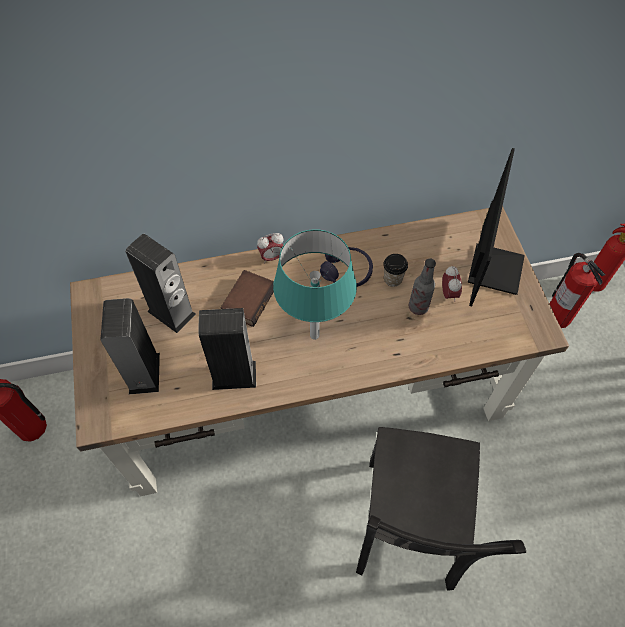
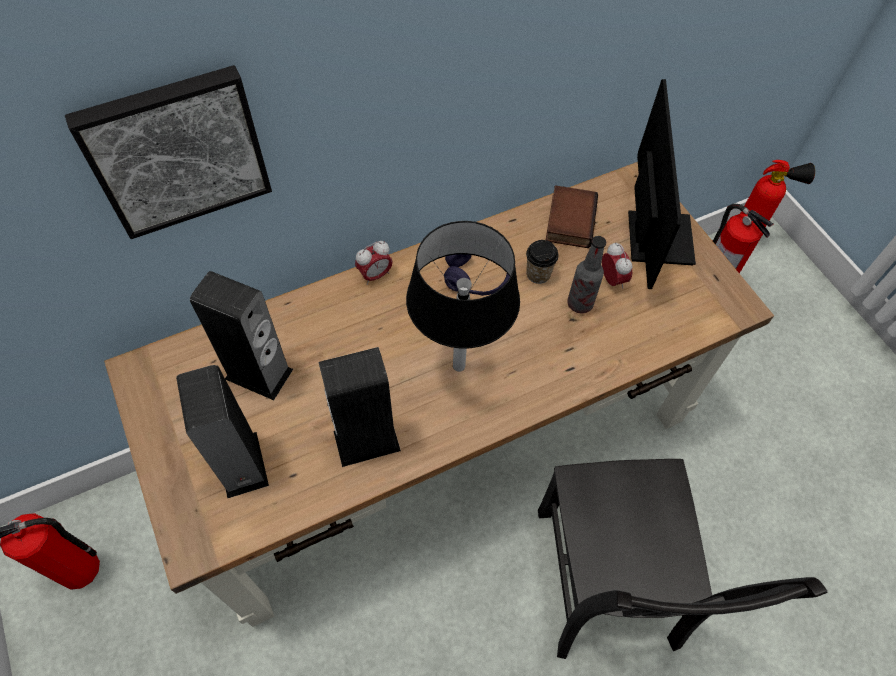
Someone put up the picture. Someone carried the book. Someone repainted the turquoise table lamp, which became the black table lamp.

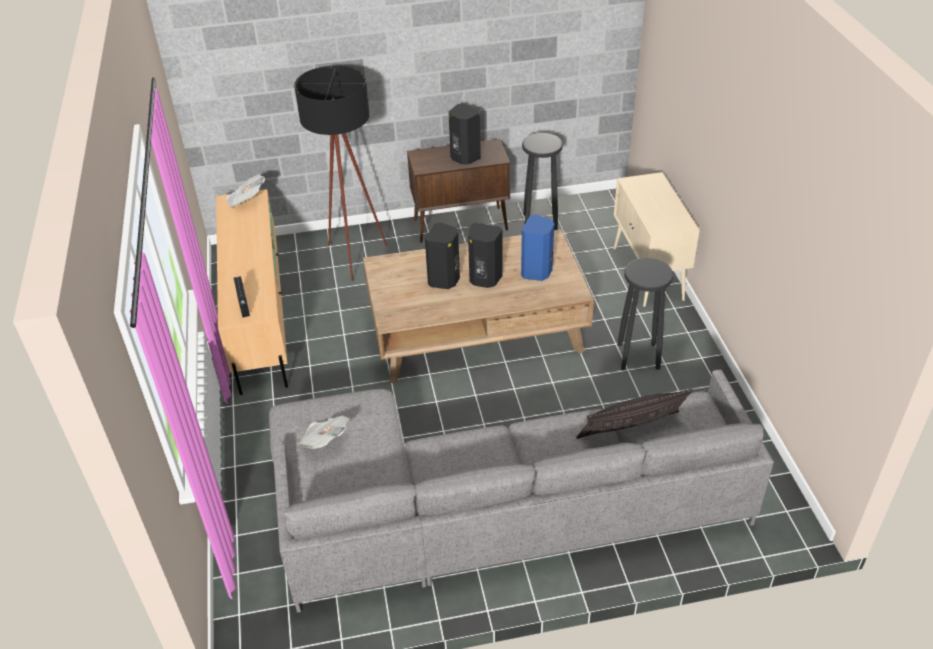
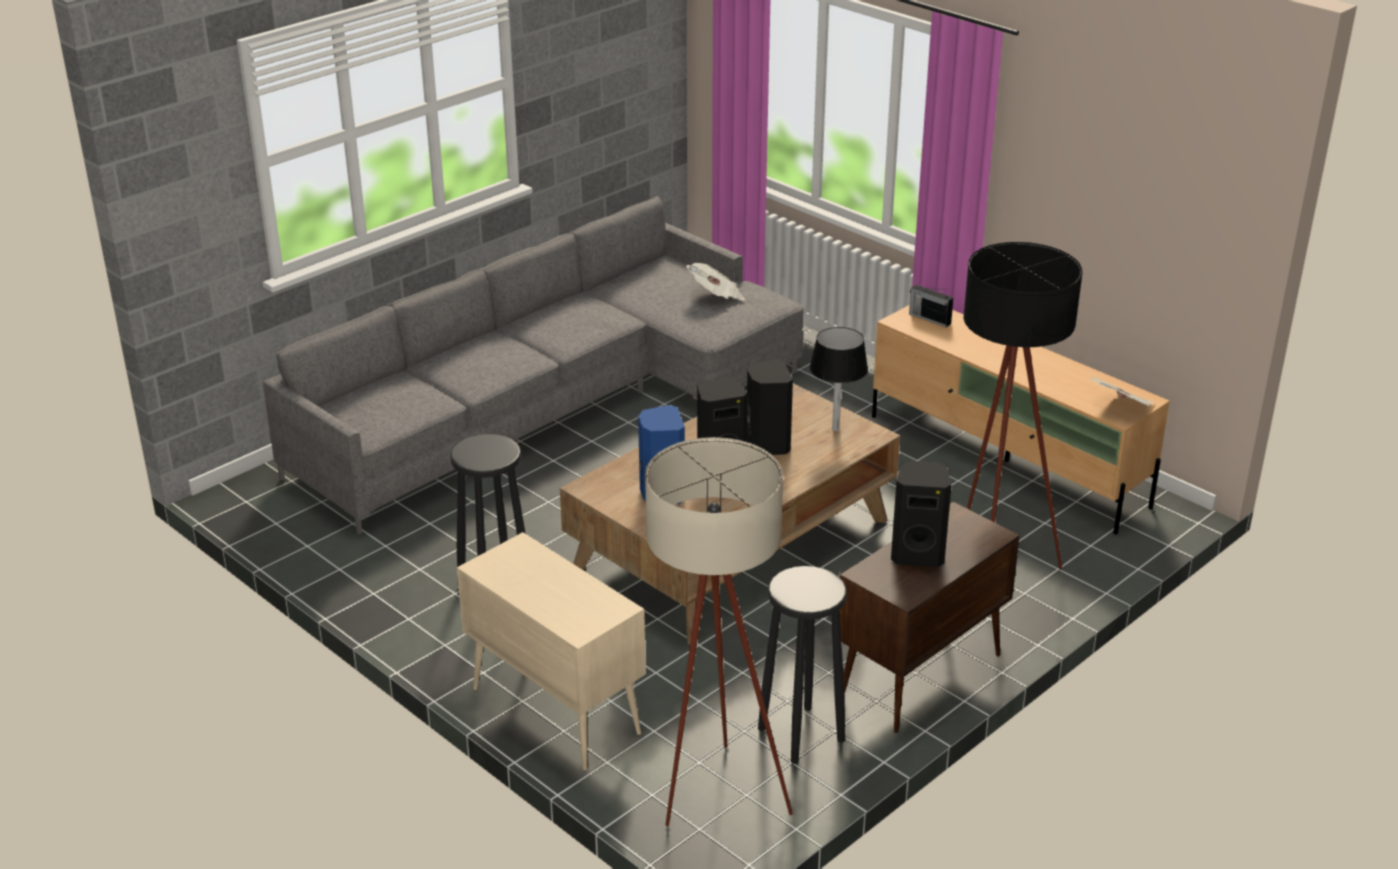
Someone took away the pillow. Someone put down the beige floor lamp. Someone put down the black table lamp.

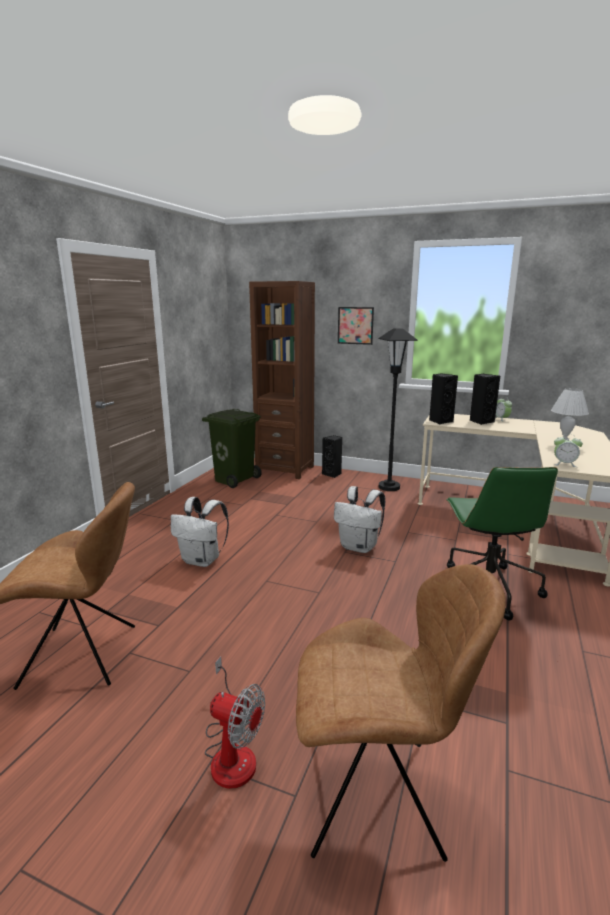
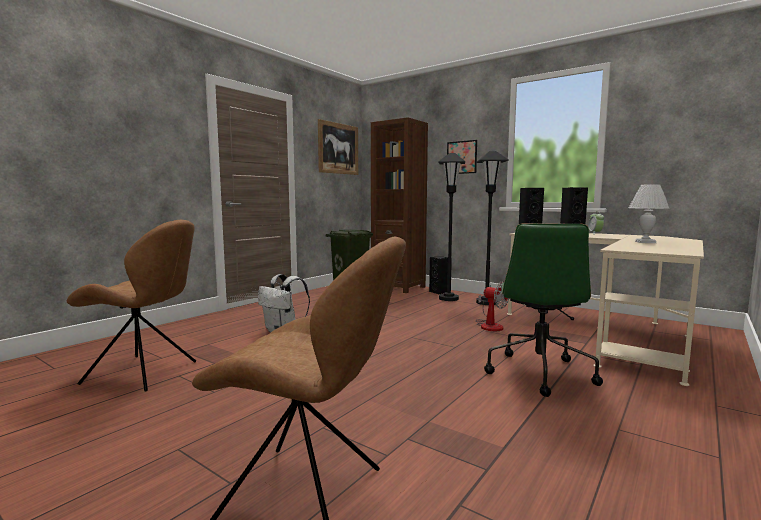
Someone took away the white backpack (2nd from left). Someone took away the alarm clock (2nd from left). Someone put up the picture (1st from left). Someone put down the black floor lamp (1st from left). Someone carried the fan.

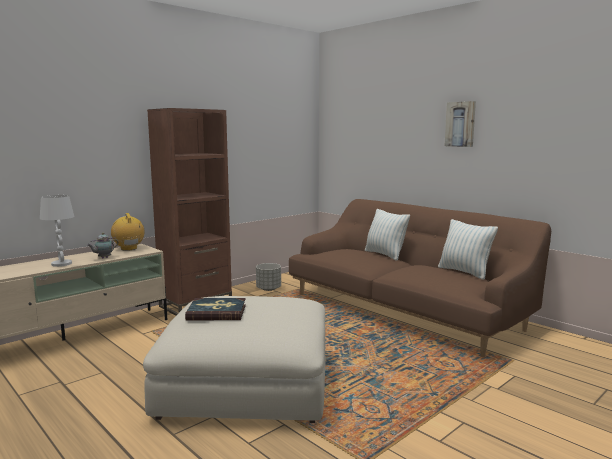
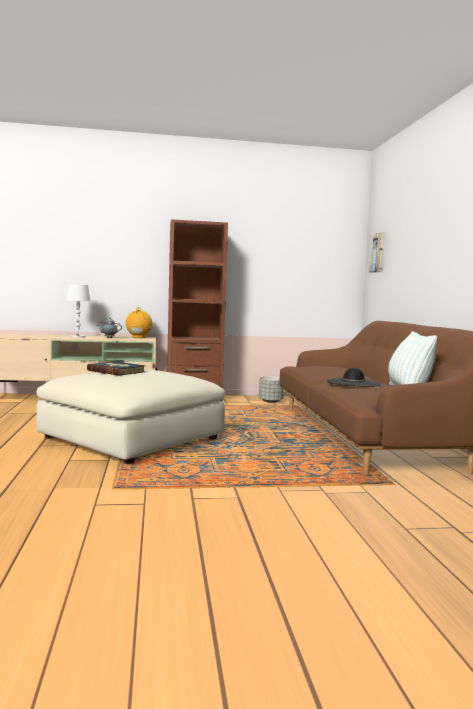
Someone took away the pillow (1st from left). Someone put down the black hat. Someone carried the picture.

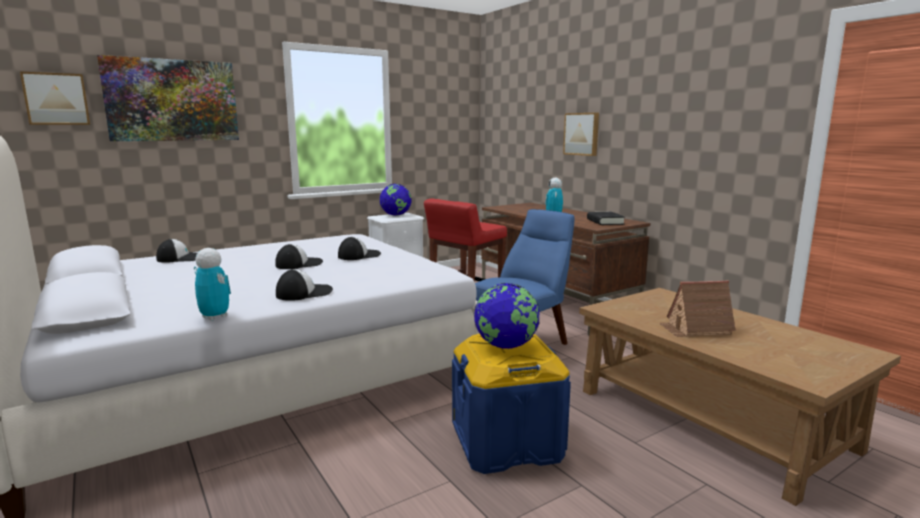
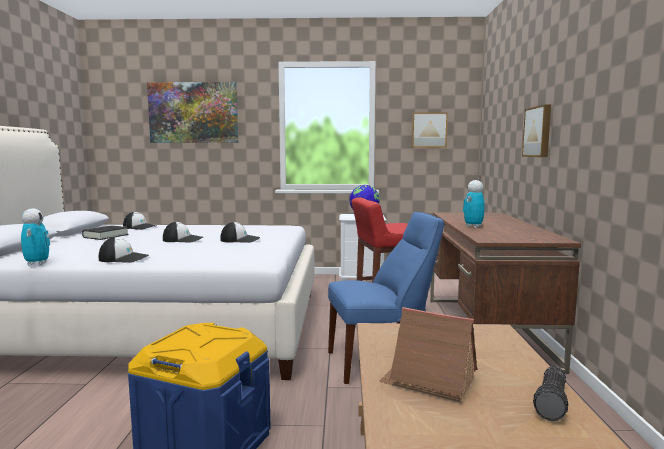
Someone took away the globe (2nd from left). Someone put down the flashlight. Someone carried the picture (1st from left in the first image). Someone carried the black book.

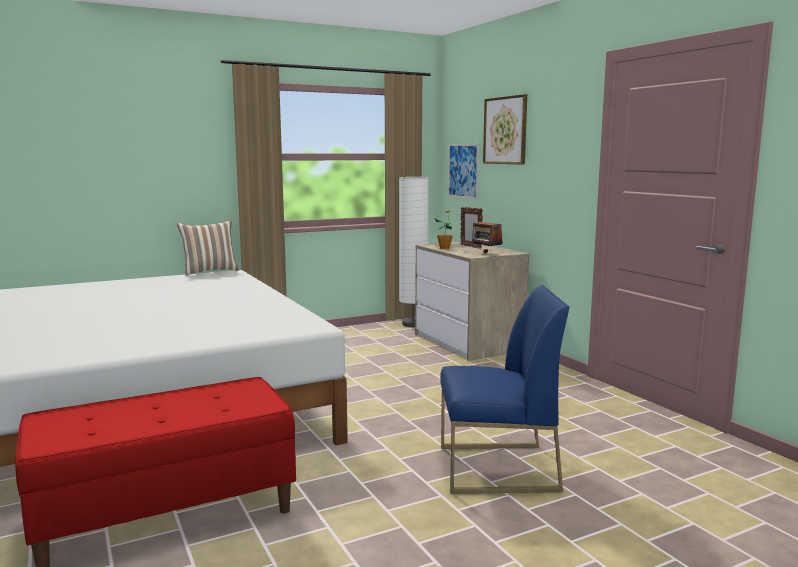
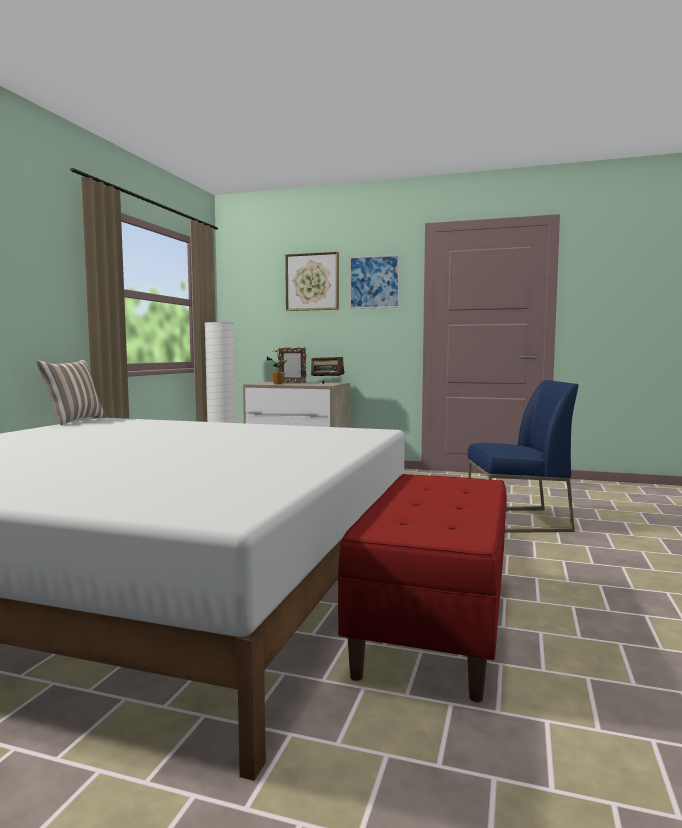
Someone carried the picture (1st from left in the first image). Someone rotated the blue chair by 45 degrees clockwise.

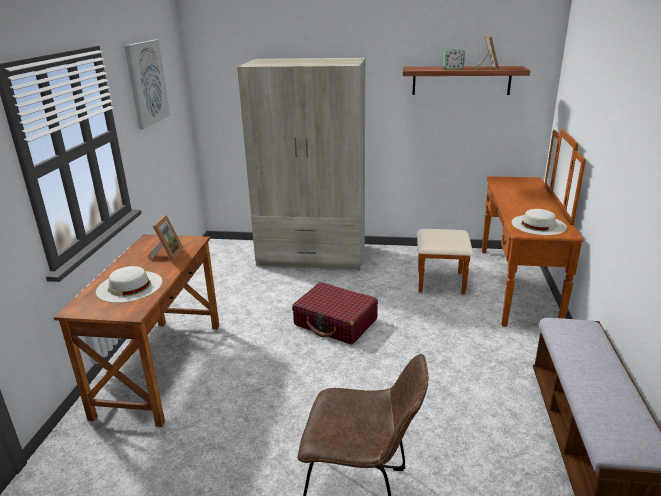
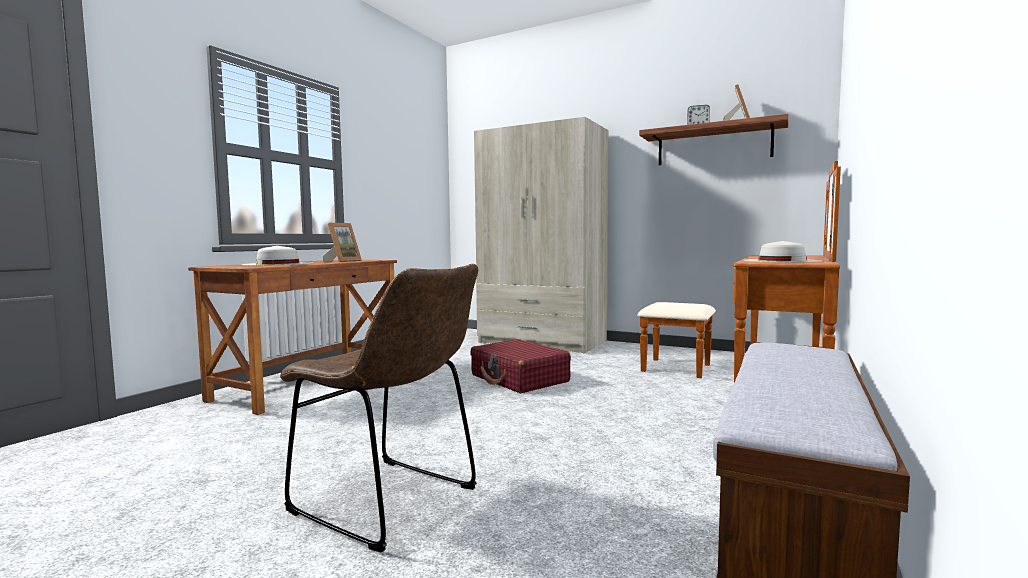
Someone took away the picture.

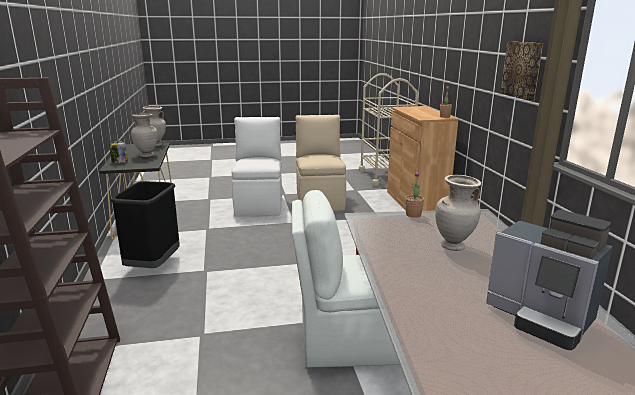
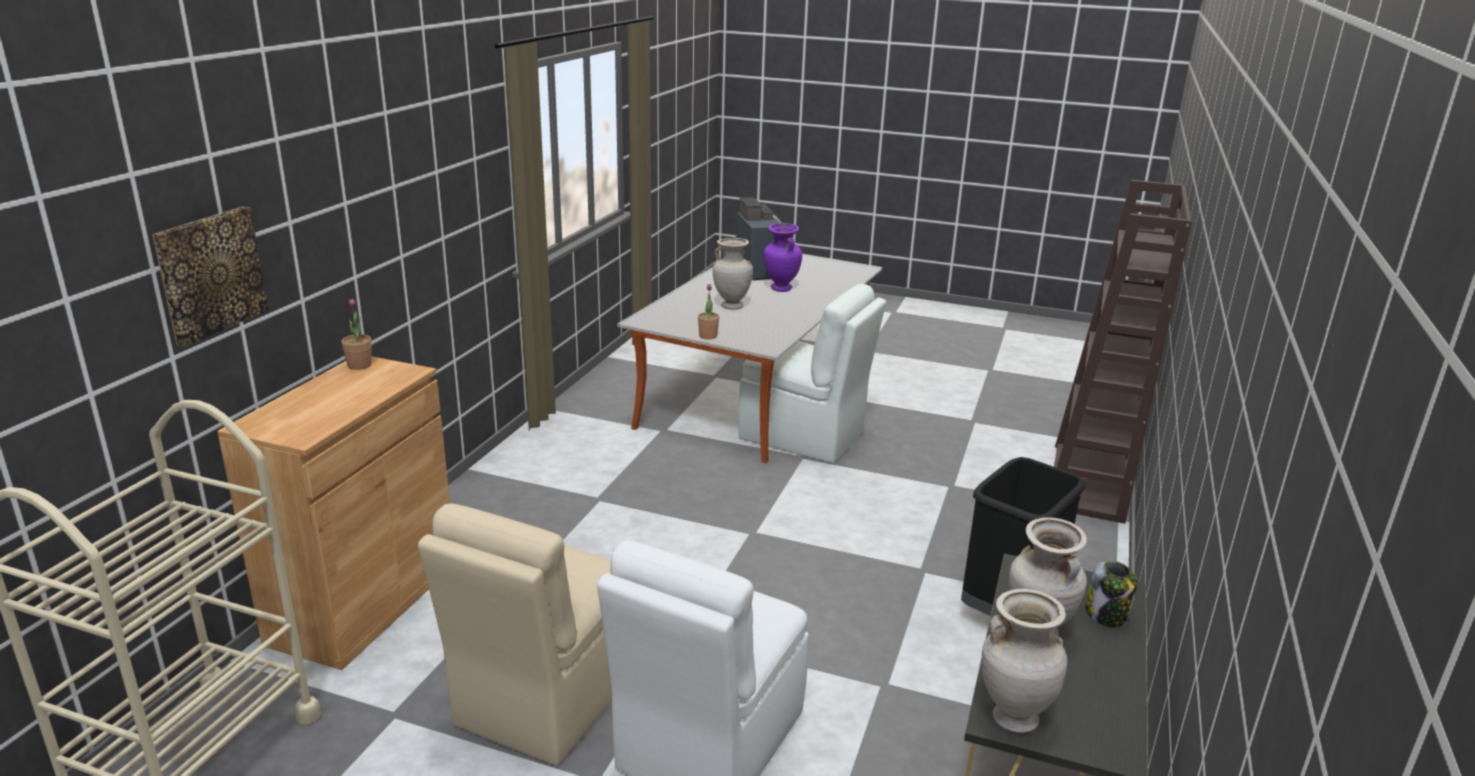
Someone put down the purple vase. Someone carried the picture.

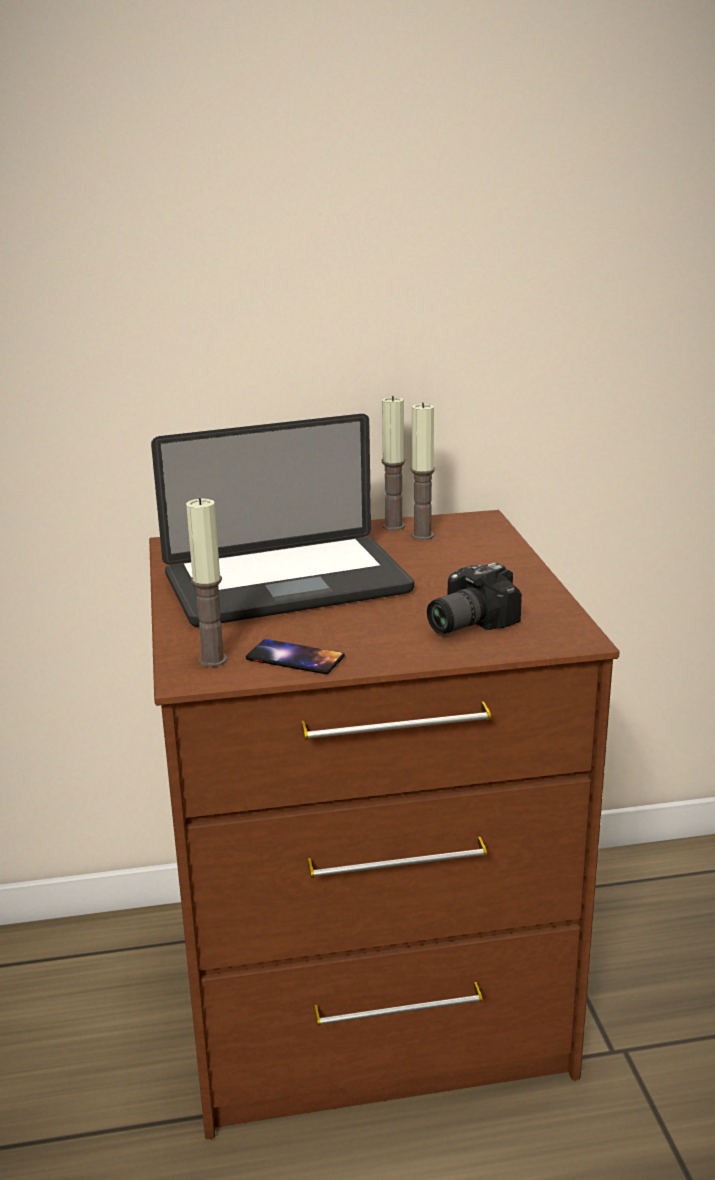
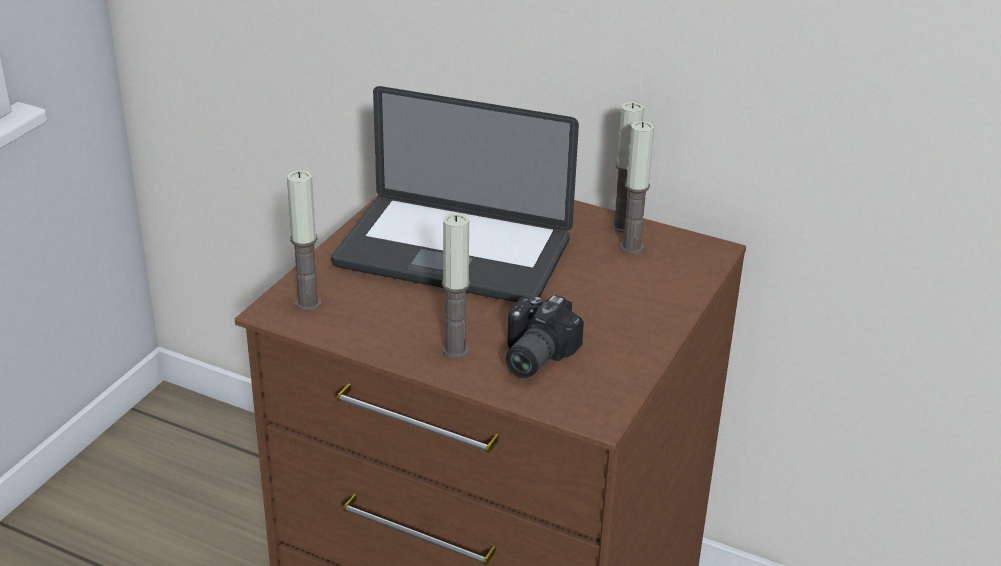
Someone took away the phone. Someone put down the candle (2nd from left). Someone rotated the photo camera by 60 degrees counterclockwise.

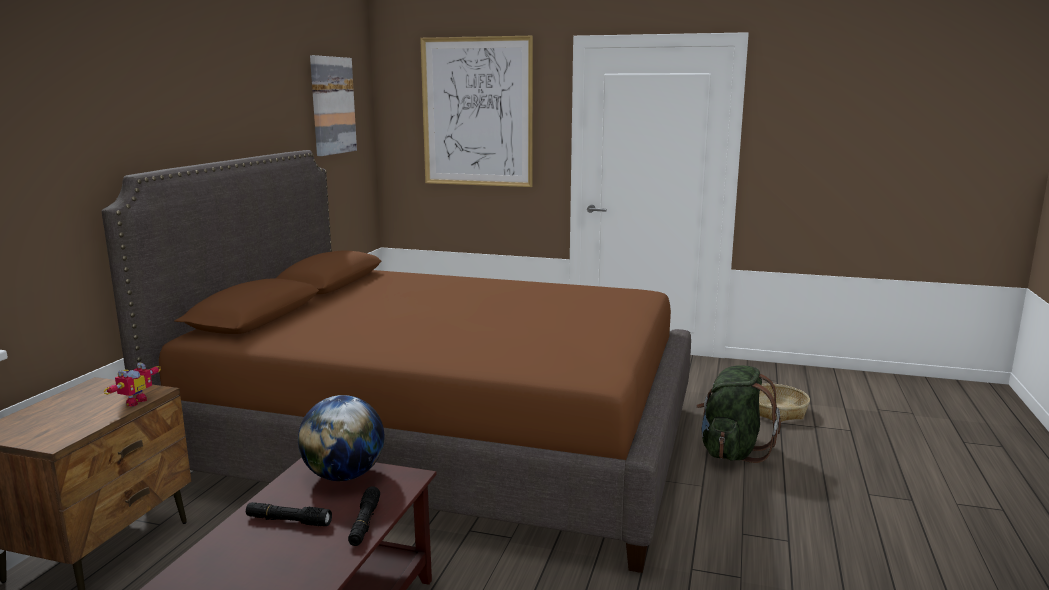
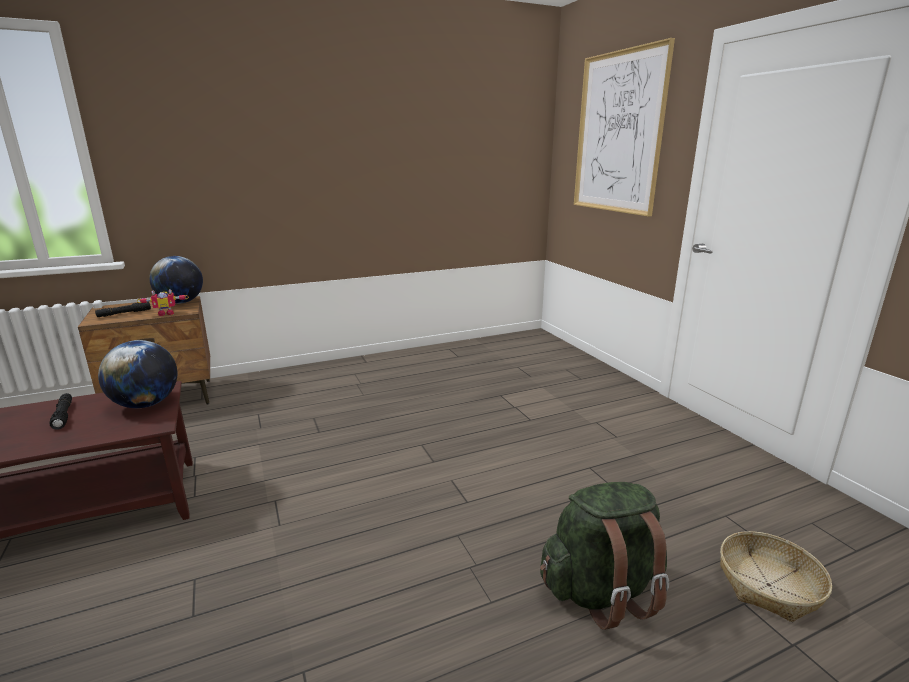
Someone took away the brown bed. Someone took away the picture (1st from left). Someone put down the globe (2nd from left). Someone carried the black flashlight (2nd from left).

